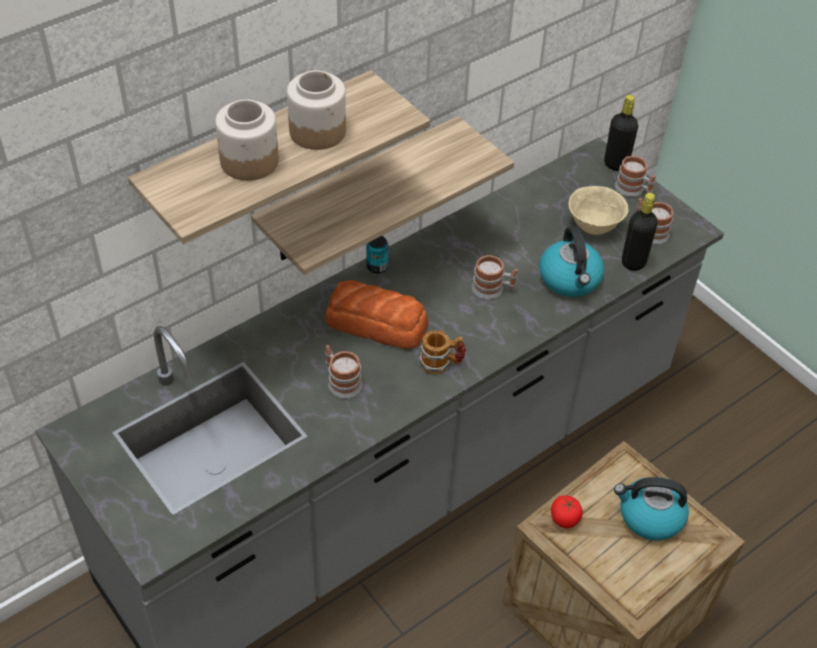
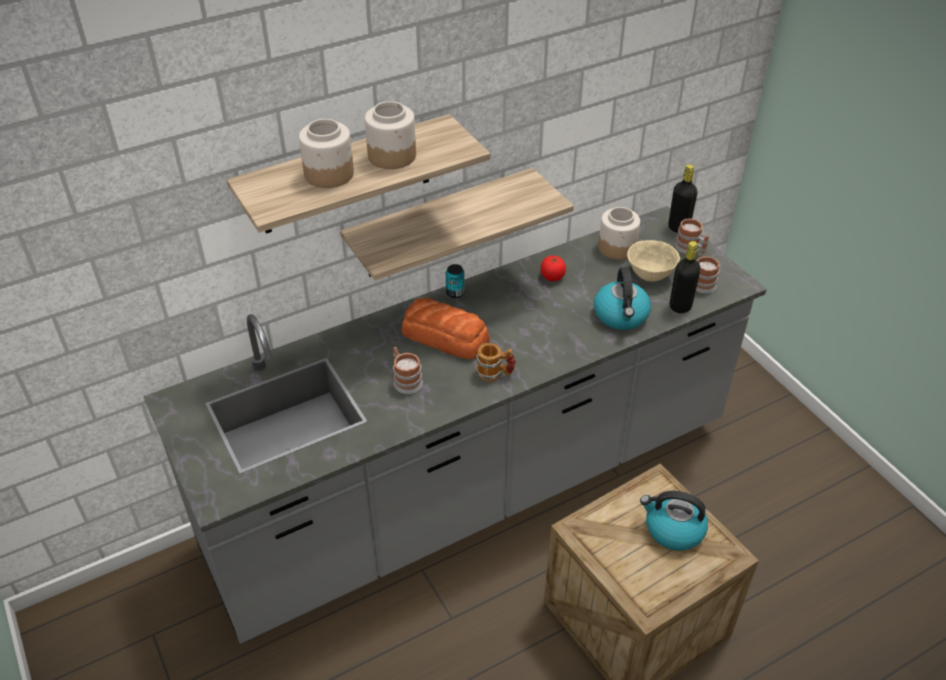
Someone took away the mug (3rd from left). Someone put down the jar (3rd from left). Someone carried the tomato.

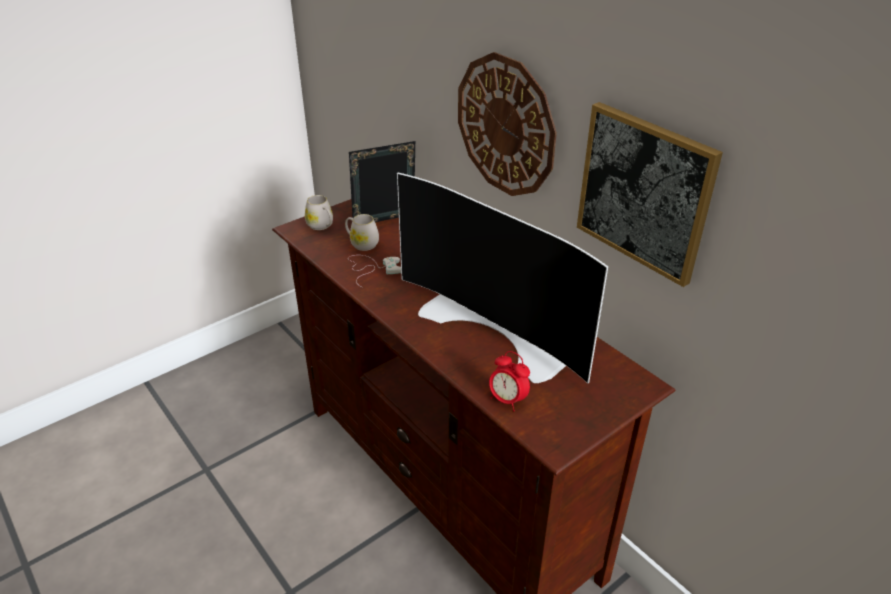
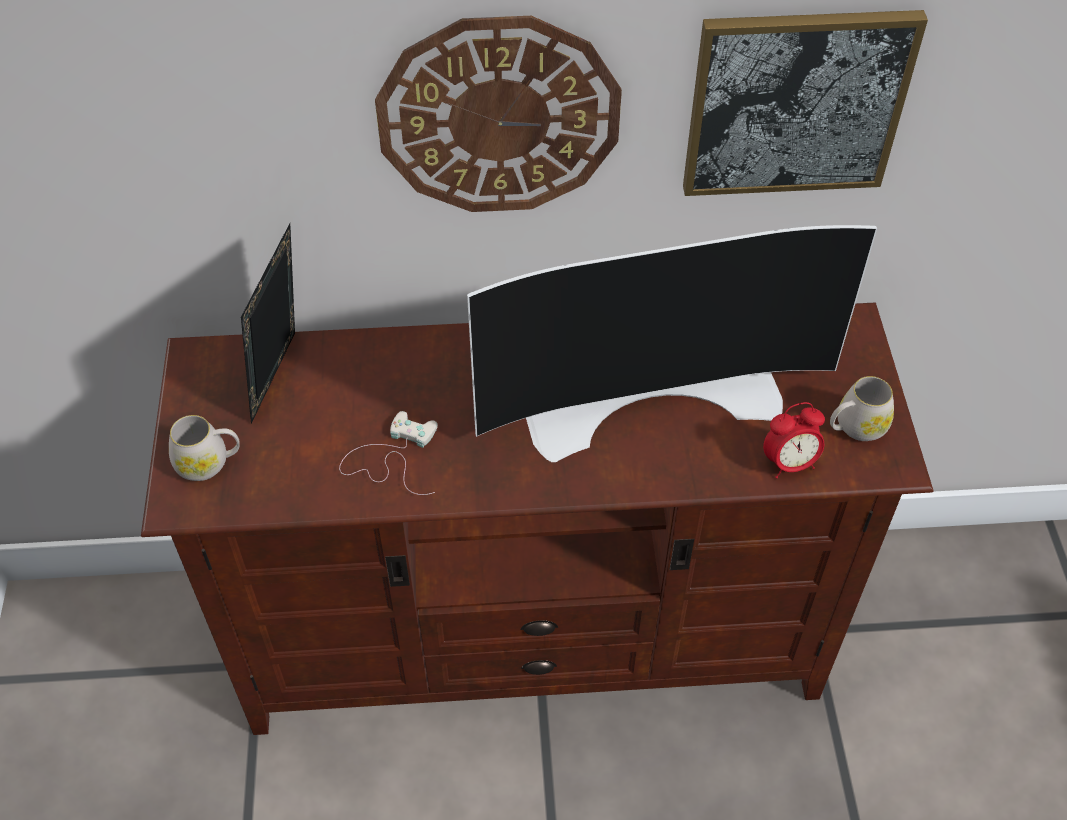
Someone carried the white mug (2nd from left).

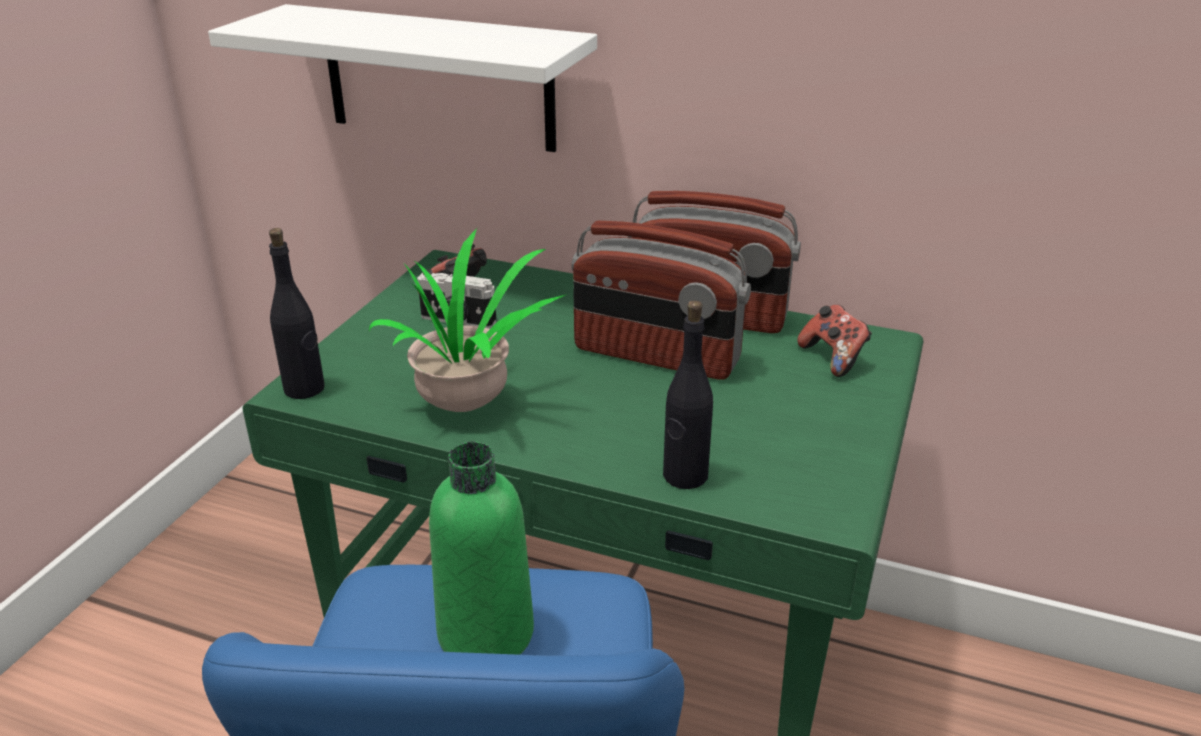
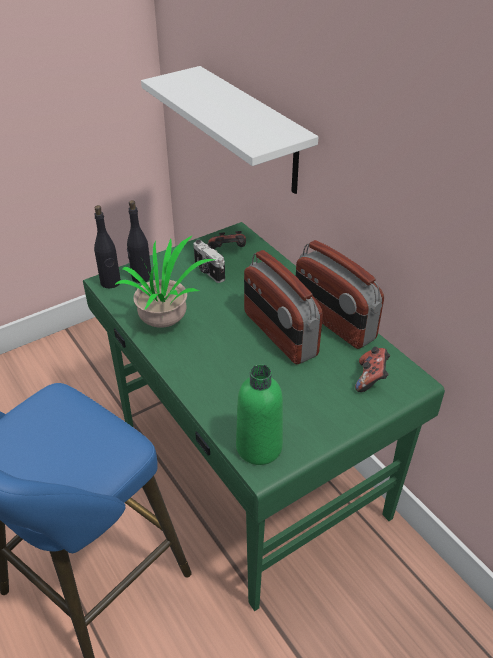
Someone carried the green bottle. Someone carried the black bottle (2nd from left).

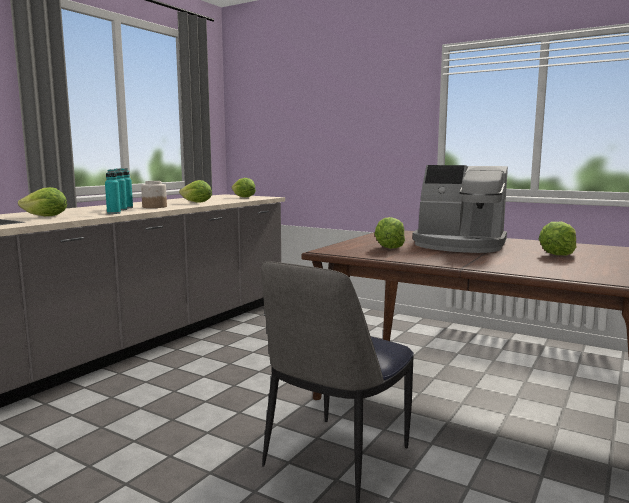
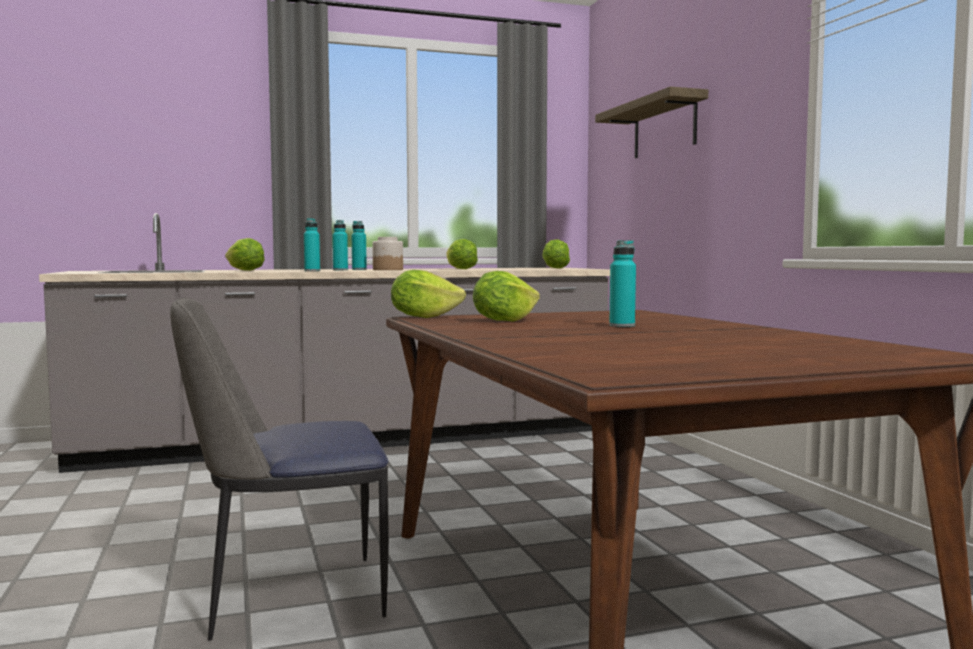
Someone put up the shelf. Someone carried the lettuce (5th from left in the first image). Someone swapped the coffee machine for the turquoise bottle (4th from left).

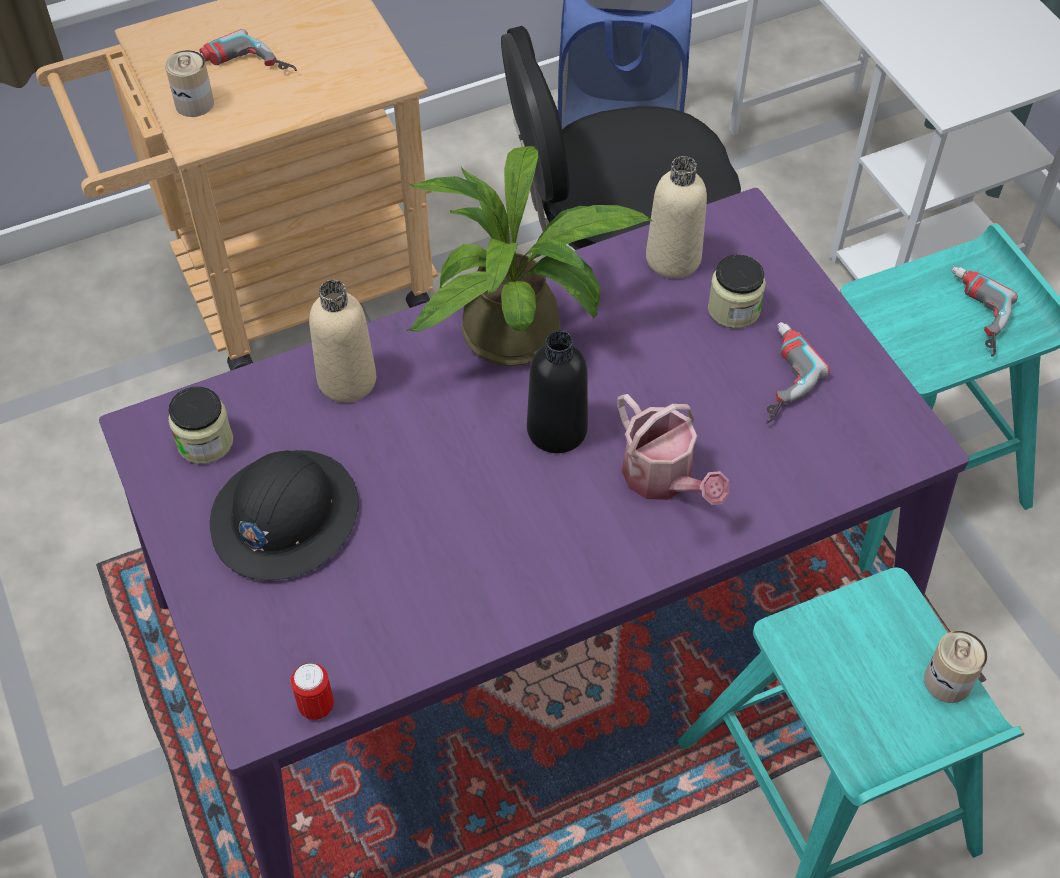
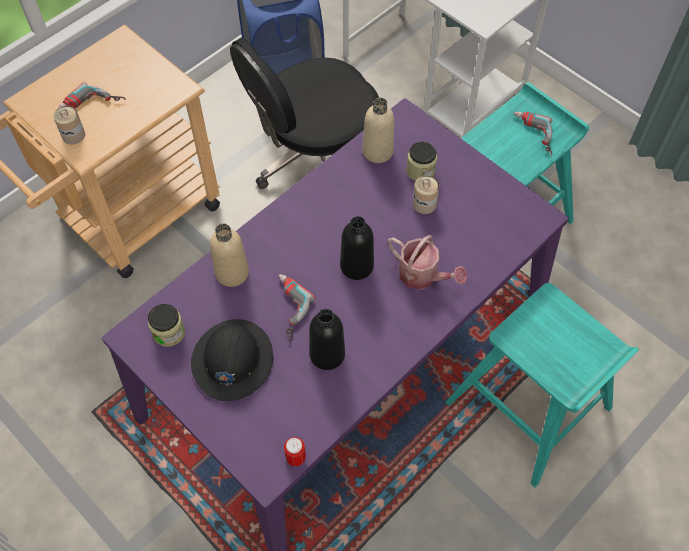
Someone took away the potted plant. Someone put down the black bottle (1st from left). Someone carried the power drill (2nd from left). Someone carried the can (3rd from left).

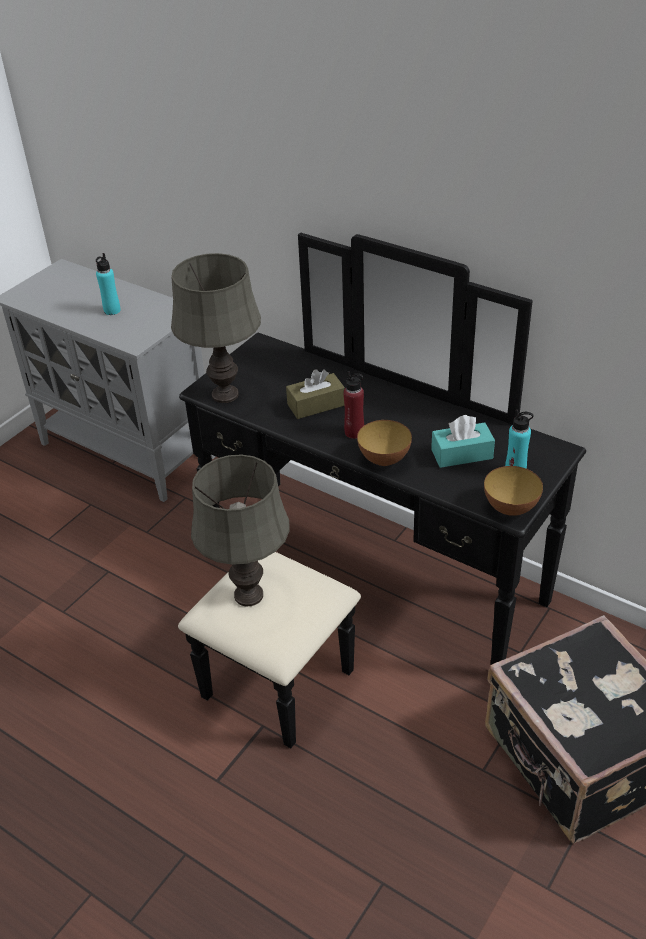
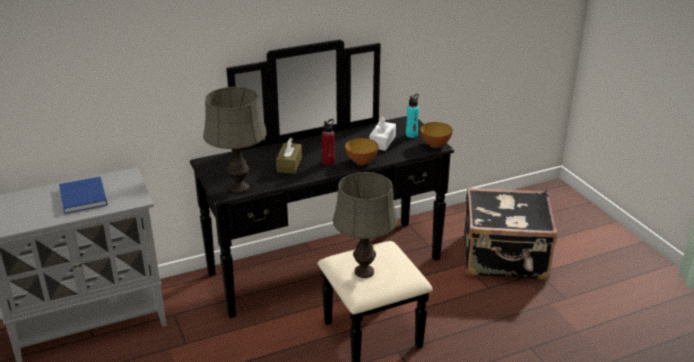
Someone swapped the turquoise bottle (1st from left) for the blue book. Someone repainted the turquoise tissue box, which became the white tissue box.

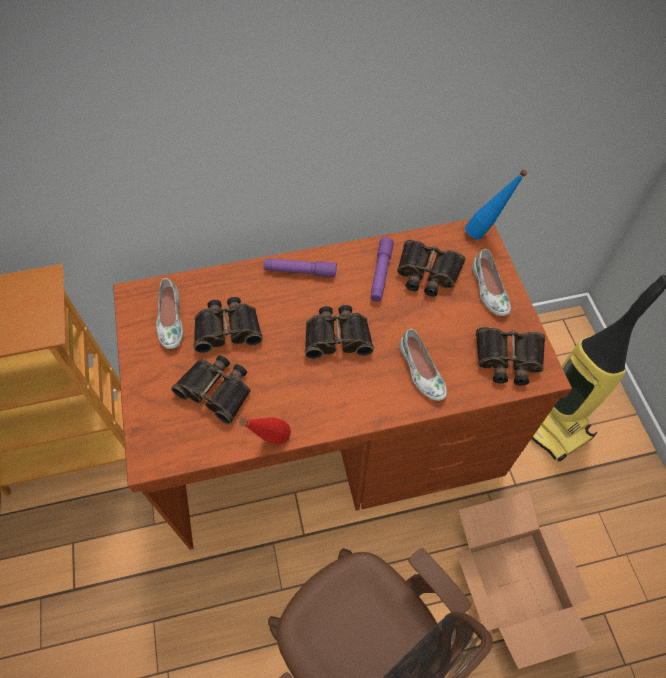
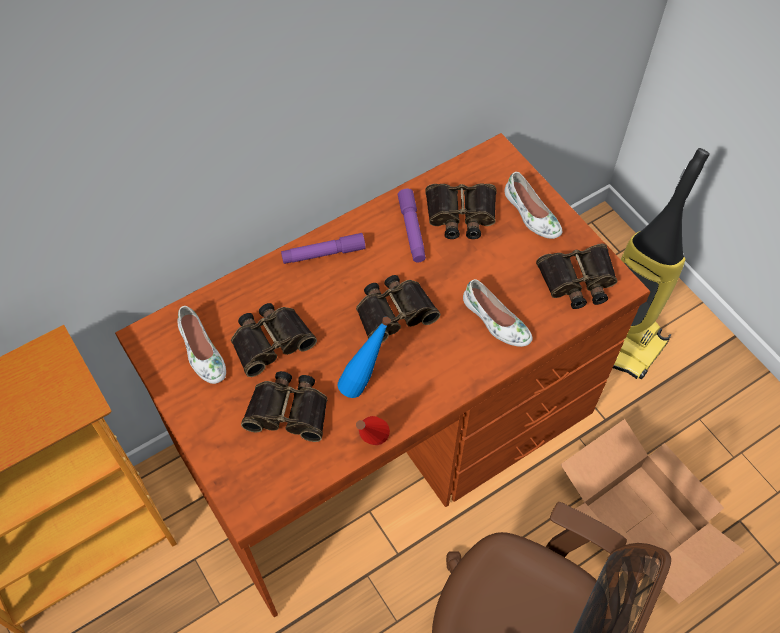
Someone carried the blue bottle.

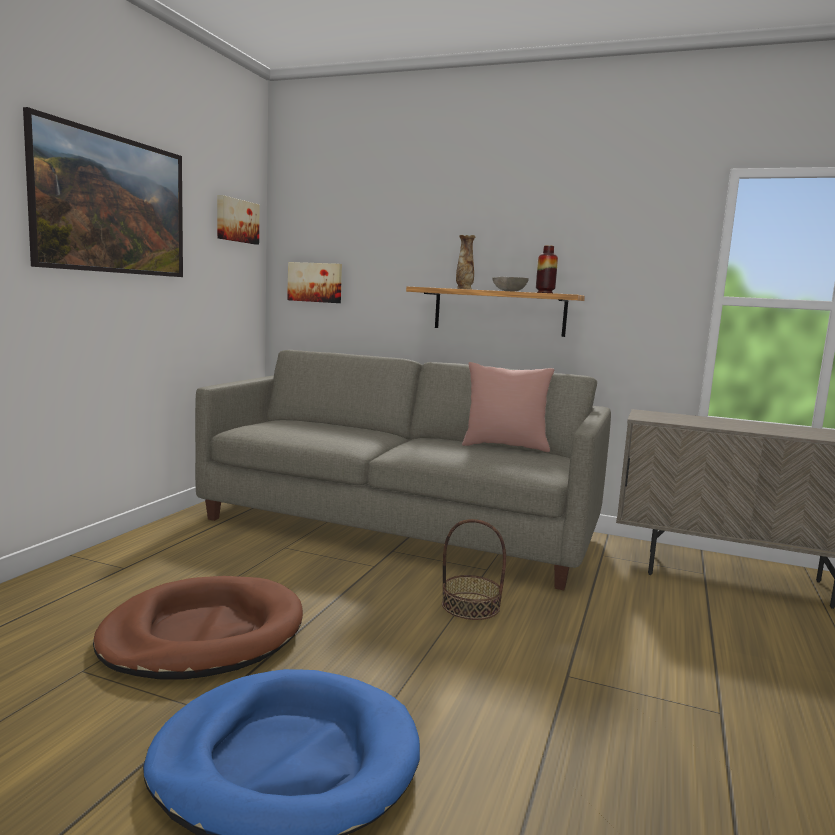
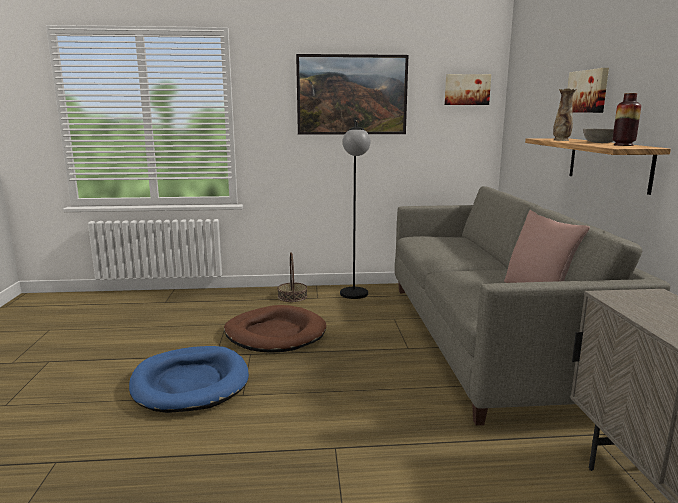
Someone put down the black floor lamp. Someone carried the picture (3rd from left). Someone carried the basket.

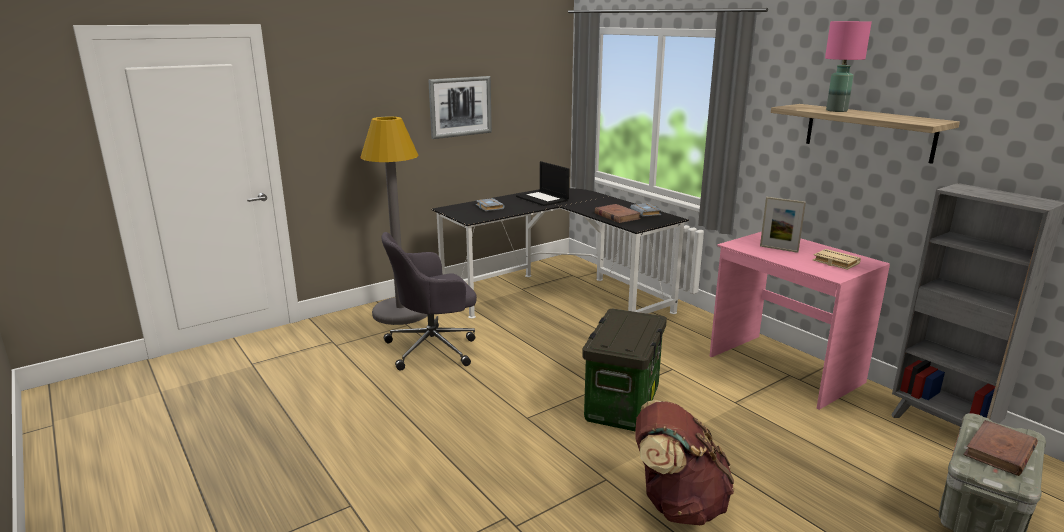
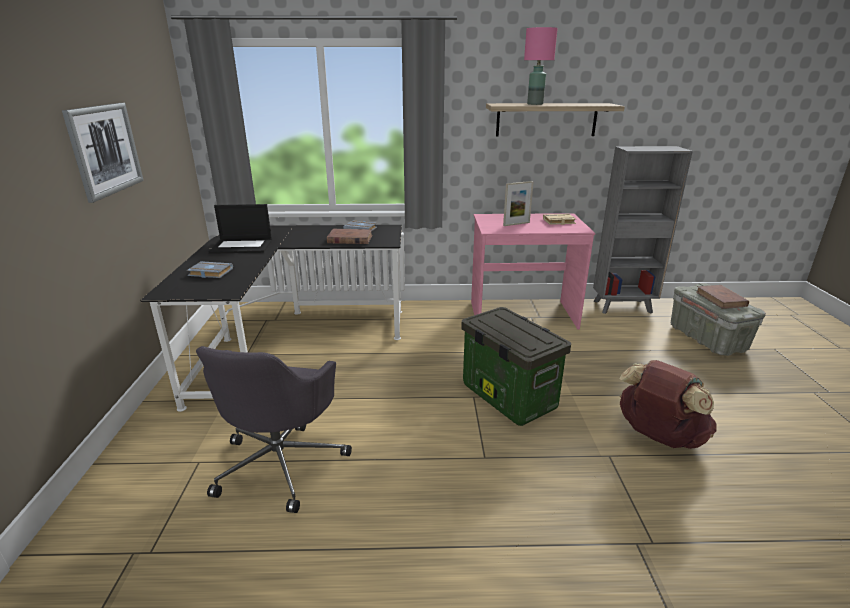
Someone took away the grey floor lamp.

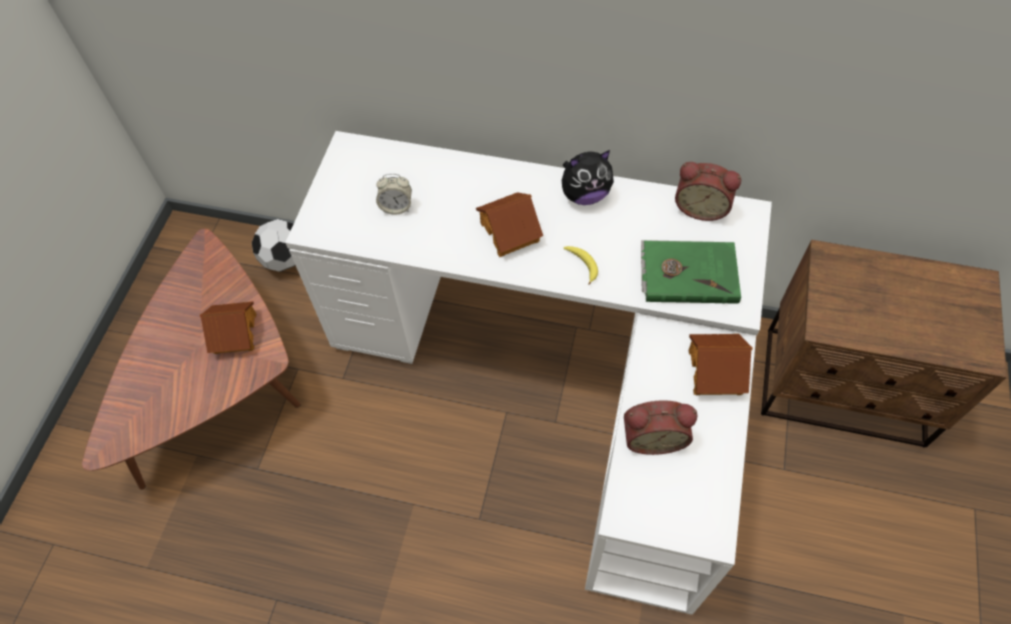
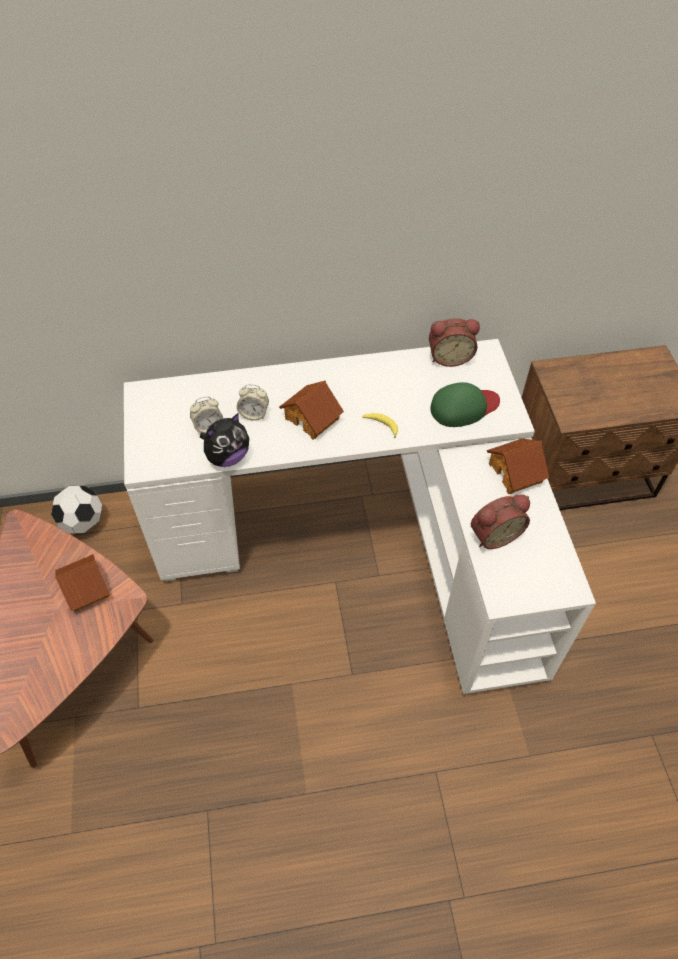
Someone put down the alarm clock (2nd from left). Someone carried the plush toy. Someone swapped the green book for the green cap.

